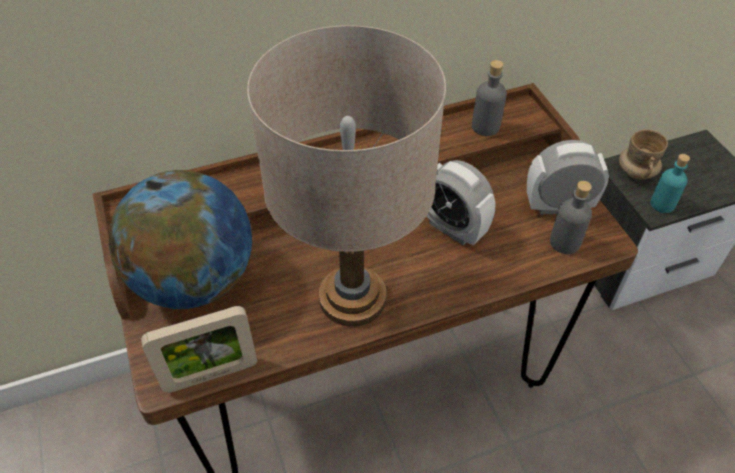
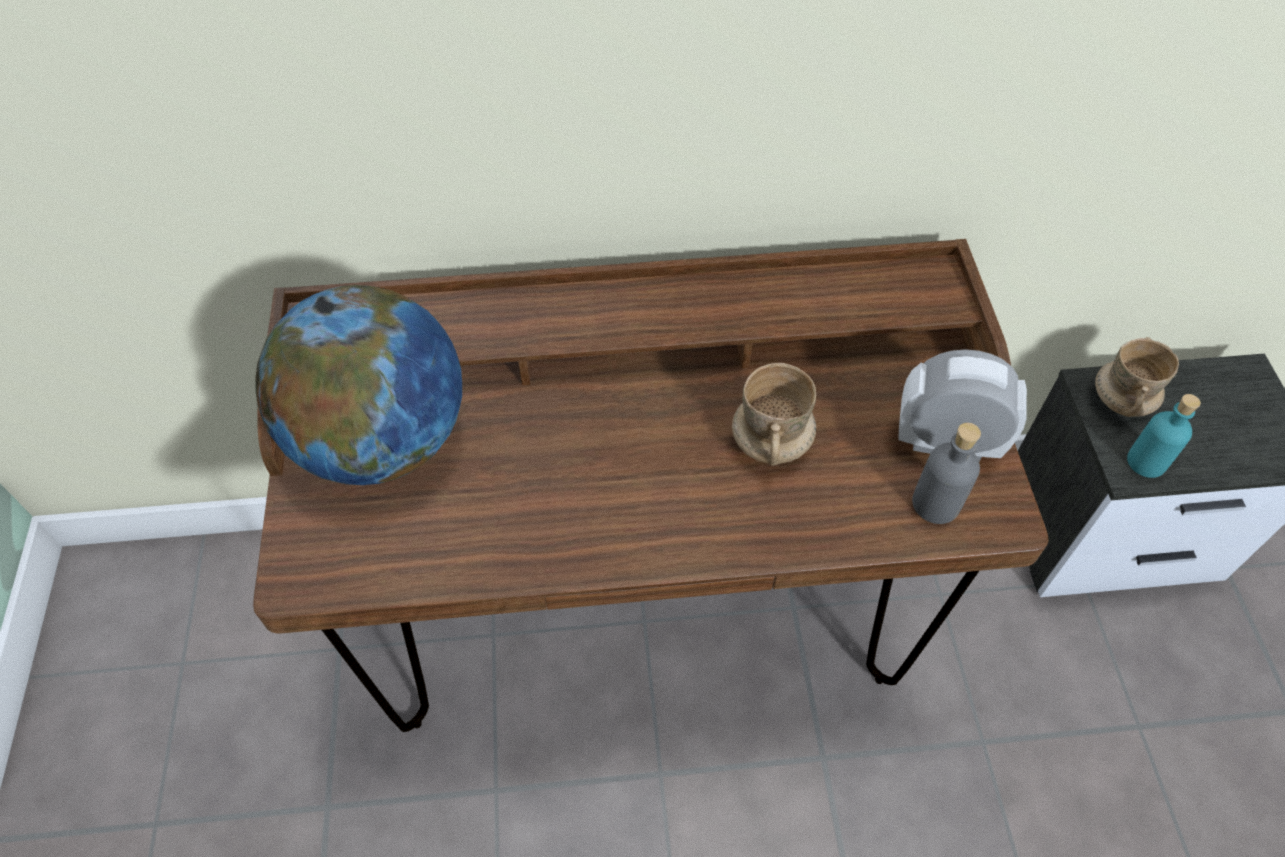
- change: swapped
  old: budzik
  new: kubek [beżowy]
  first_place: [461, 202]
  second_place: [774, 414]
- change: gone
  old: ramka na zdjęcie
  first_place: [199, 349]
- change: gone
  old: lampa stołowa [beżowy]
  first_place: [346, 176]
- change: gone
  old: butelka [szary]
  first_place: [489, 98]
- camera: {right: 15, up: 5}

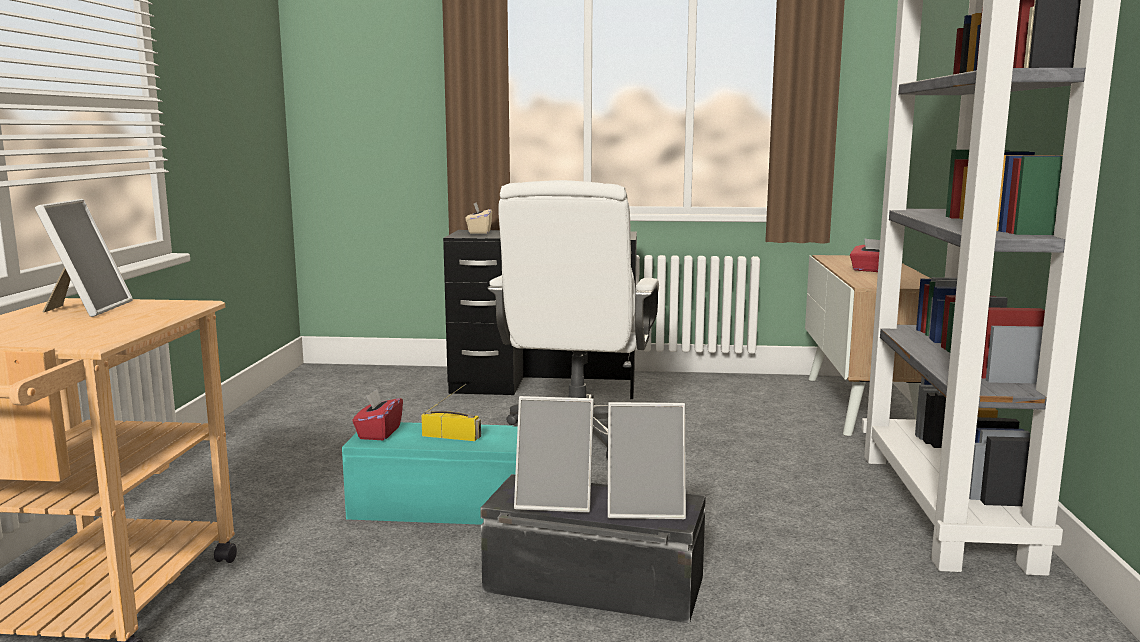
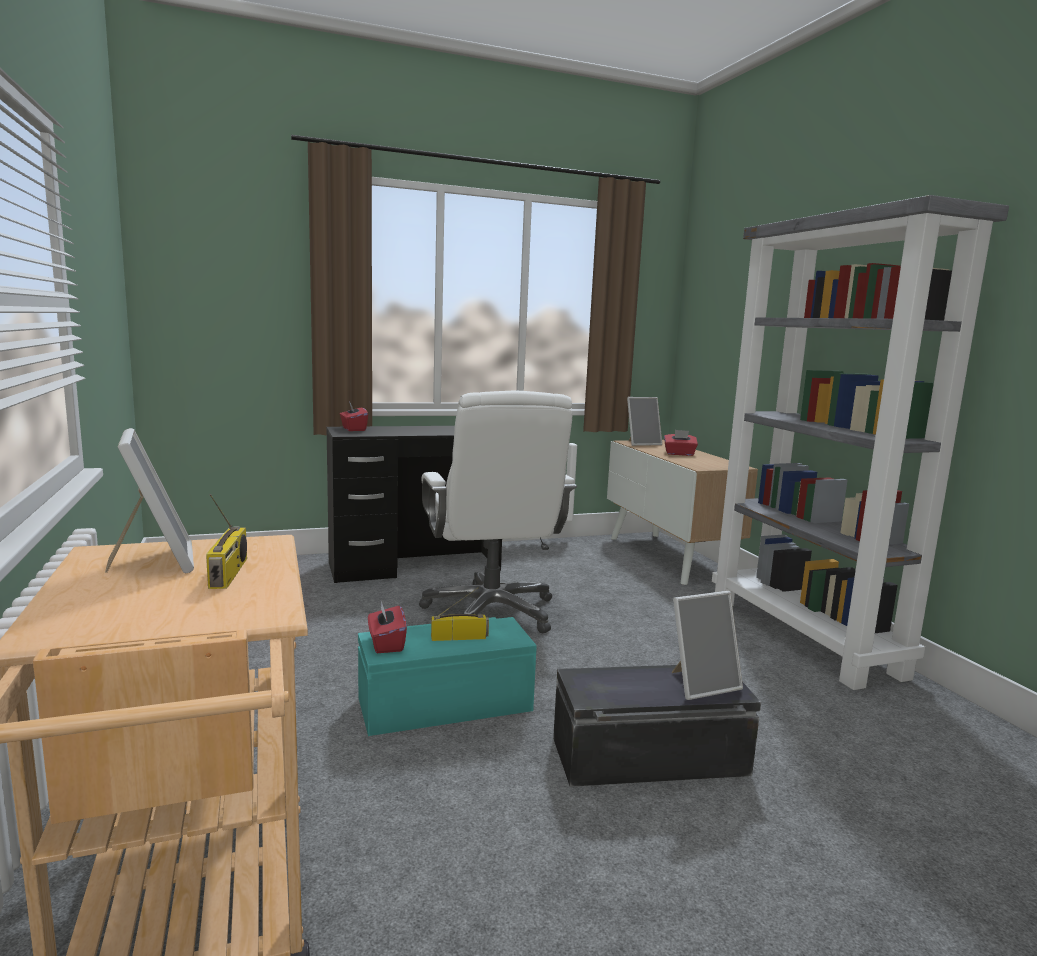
- change: new
  new: radio
  second_place: [226, 541]
- change: repainted
  old: pudełko chusteczek [beżowy]
  new: pudełko chusteczek [czerwony]
  first_place: [479, 218]
  second_place: [354, 416]
- change: shifted
  old: ramka na zdjęcie
  first_place: [554, 454]
  second_place: [644, 421]
- camera: {right: -25, up: 0}

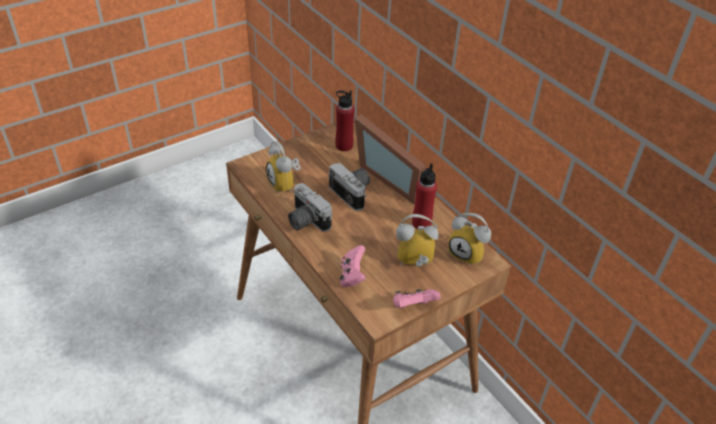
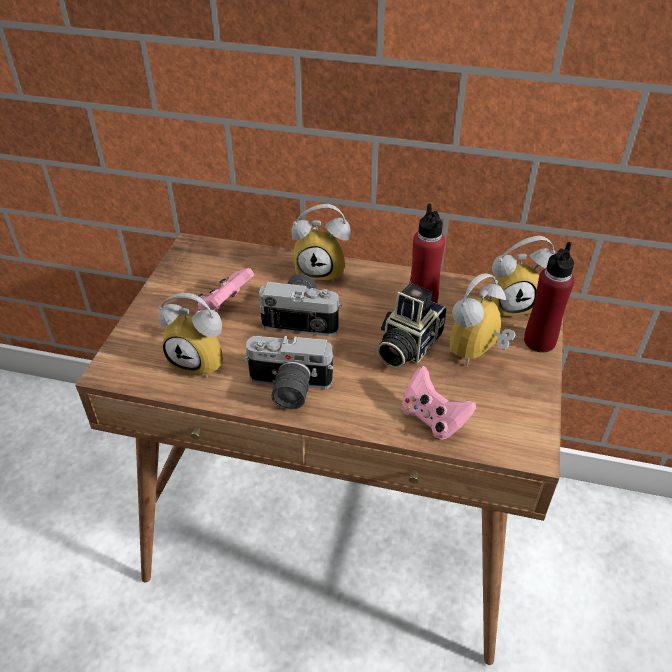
- change: shifted
  old: pad do gier [różowy]
  first_place: [417, 298]
  second_place: [226, 290]
- change: swapped
  old: ramka na zdjęcie
  new: budzik
  first_place: [390, 159]
  second_place: [321, 243]
- change: new
  new: aparat fotograficzny
  second_place: [411, 326]
- change: shifted
  old: butelka [czerwony]
  first_place: [345, 120]
  second_place: [549, 297]
- camera: {right: -40, up: 0}

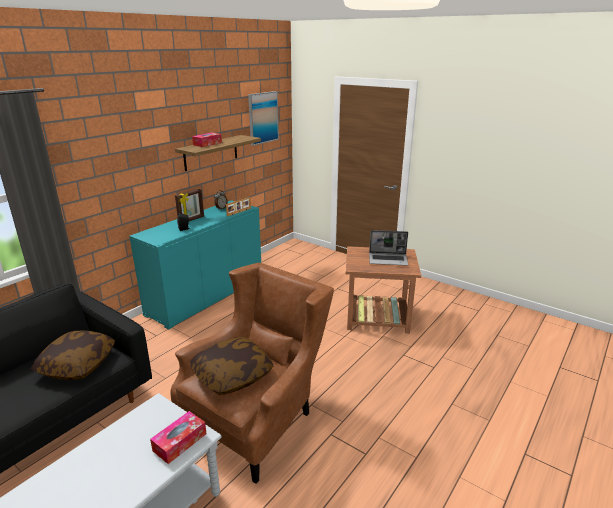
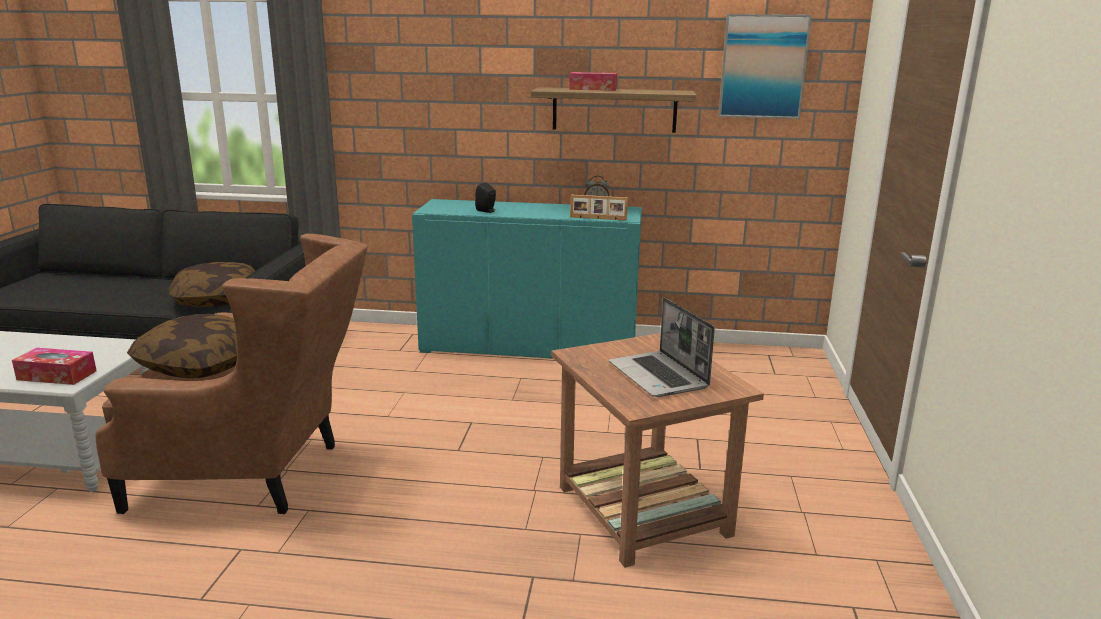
- change: gone
  old: ramka na zdjęcie
  first_place: [189, 205]
- camera: {right: 60, up: -5}

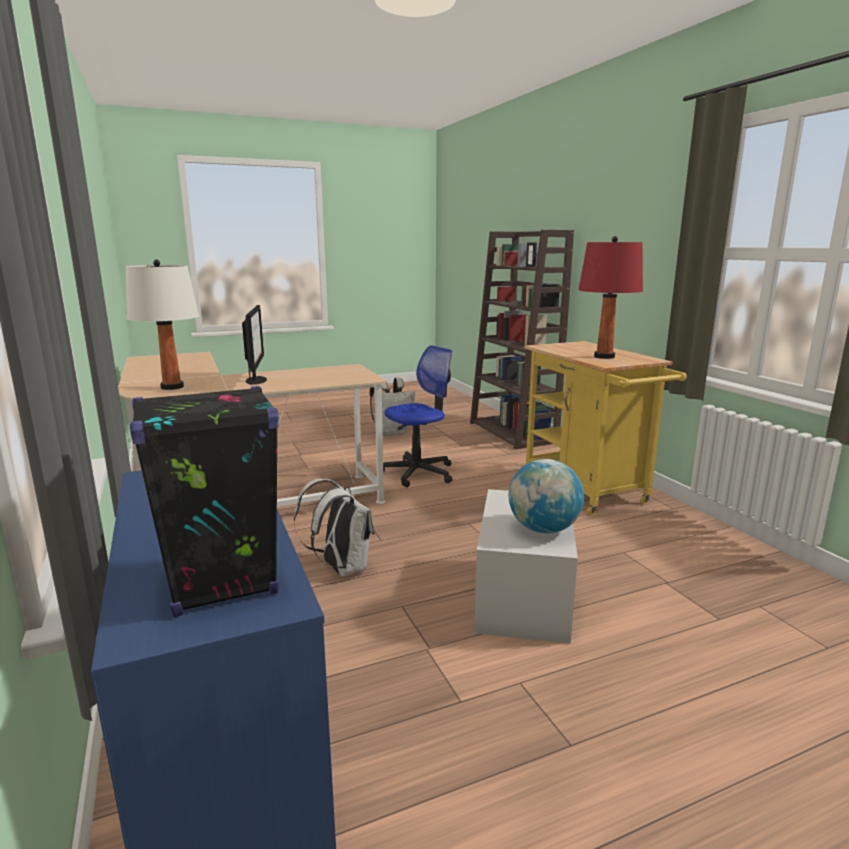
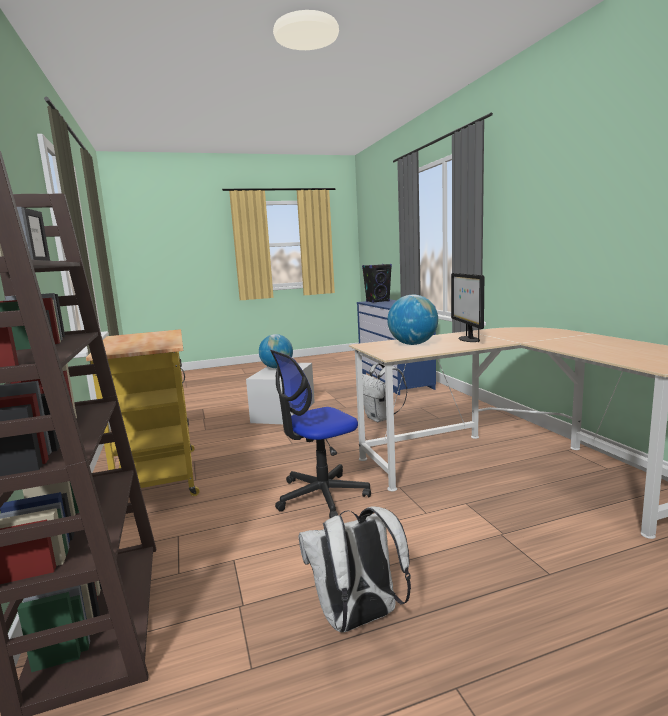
- change: new
  new: globus
  second_place: [412, 320]
- change: gone
  old: lampa stołowa [biały]
  first_place: [162, 324]
- change: gone
  old: lampa stołowa [czerwony]
  first_place: [611, 297]
- camera: {right: -175, up: -5}

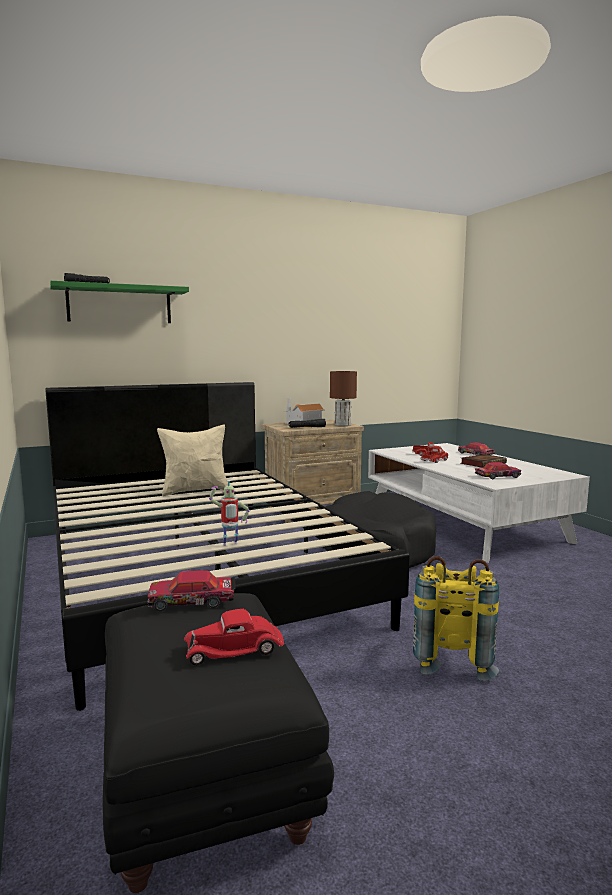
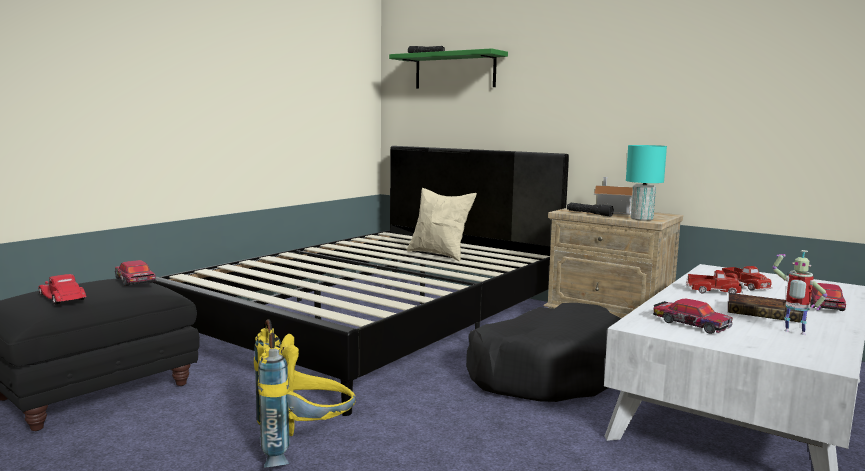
- change: repainted
  old: lampa stołowa [brązowy]
  new: lampa stołowa [turkusowy]
  first_place: [343, 398]
  second_place: [646, 183]
- change: shifted
  old: robot zabawkowy
  first_place: [229, 513]
  second_place: [799, 292]
- camera: {right: 60, up: 0}

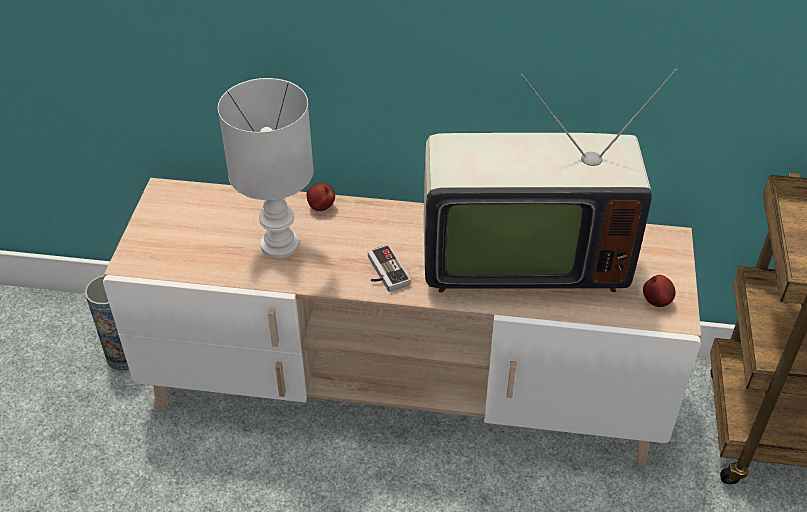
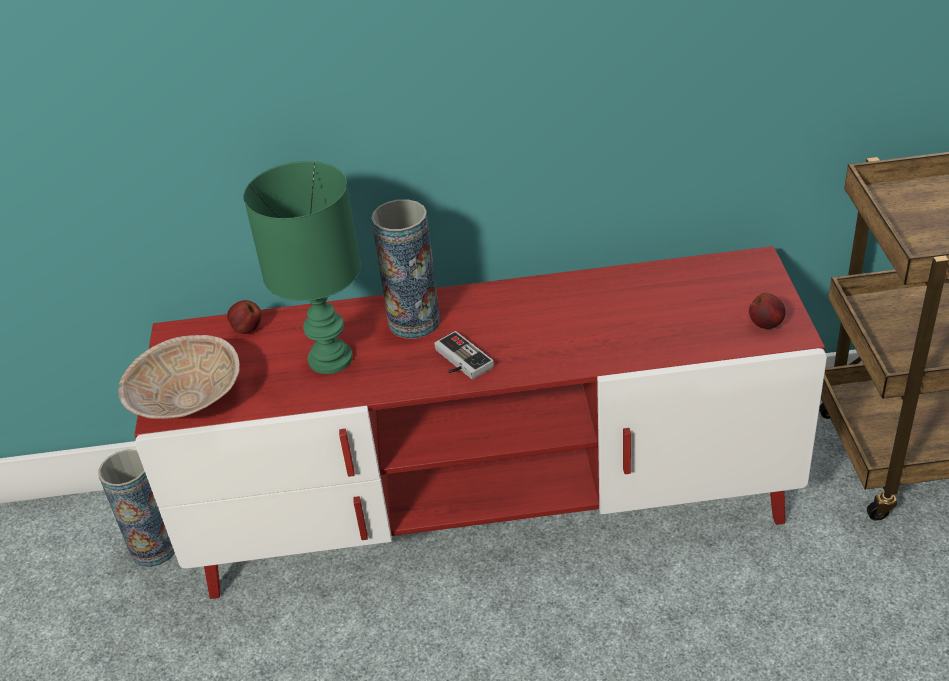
- change: new
  new: miska [beżowy]
  second_place: [179, 377]
- change: repainted
  old: szafka pod telewizor [beżowy]
  new: szafka pod telewizor [czerwony]
  first_place: [402, 322]
  second_place: [481, 422]
- change: shifted
  old: jabłko
  first_place: [321, 197]
  second_place: [244, 317]
- change: repainted
  old: lampa stołowa [biały]
  new: lampa stołowa [zielony]
  first_place: [266, 168]
  second_place: [302, 267]
- change: new
  new: wazon
  second_place: [405, 269]
- change: gone
  old: telewizor
  first_place: [550, 181]
- camera: {right: -10, up: -5}

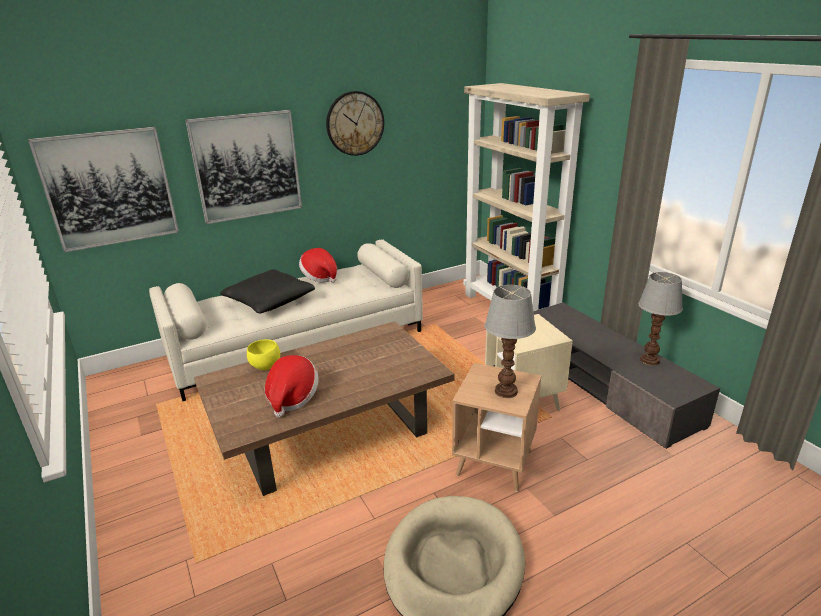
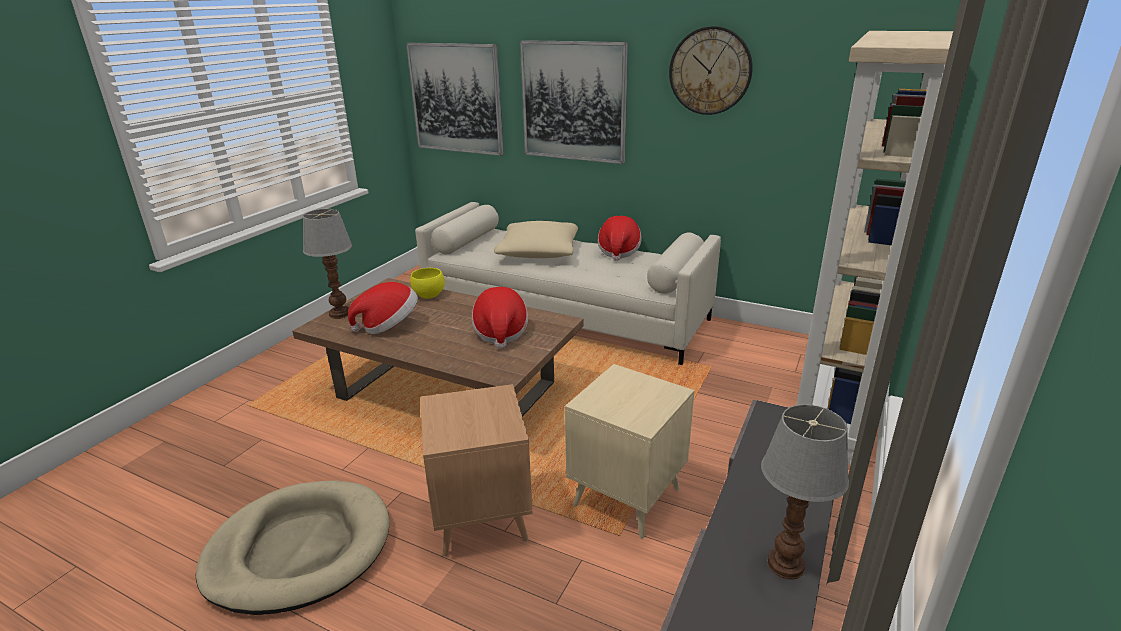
- change: shifted
  old: lampa stołowa
  first_place: [510, 341]
  second_place: [327, 264]
- change: new
  new: kapelusz
  second_place: [500, 318]
- change: repainted
  old: poduszka [czarny]
  new: poduszka [beżowy]
  first_place: [267, 291]
  second_place: [536, 239]
- camera: {right: 55, up: 0}

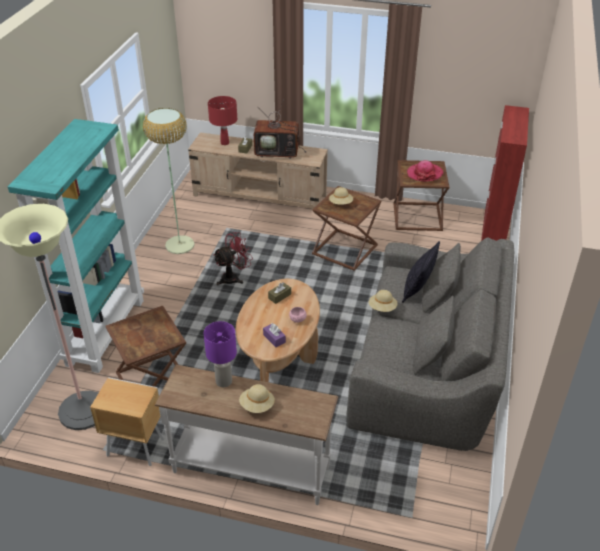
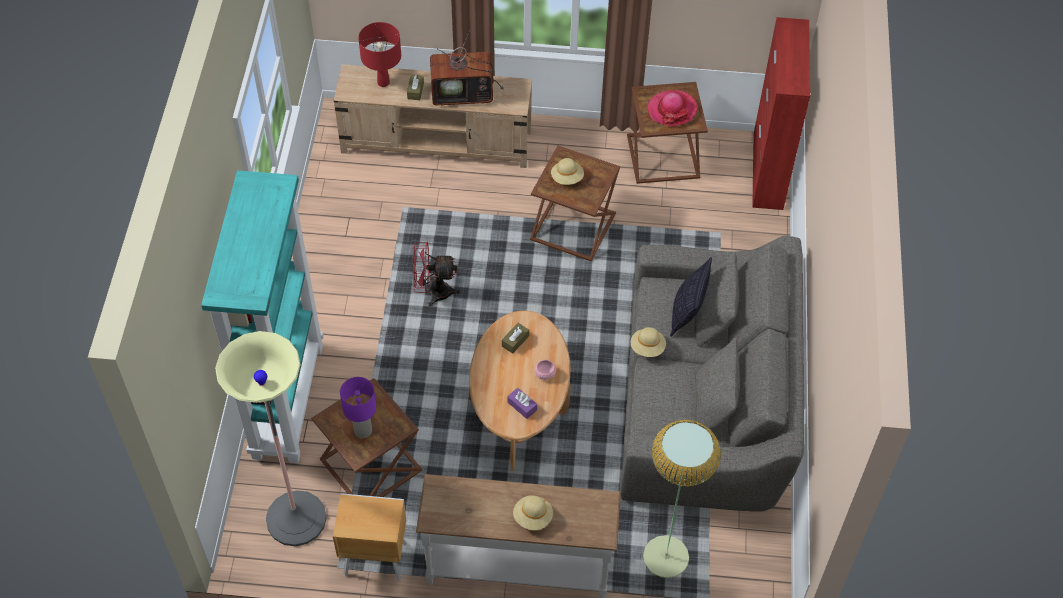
- change: shifted
  old: lampa stołowa [fioletowy]
  first_place: [220, 354]
  second_place: [358, 407]
- change: rotated
  old: wentylator [czerwony]
  first_place: [233, 258]
  second_place: [437, 274]
  degrees: -135
- change: shifted
  old: lampa stojąca
  first_place: [168, 181]
  second_place: [682, 499]
- camera: {right: -10, up: 15}

